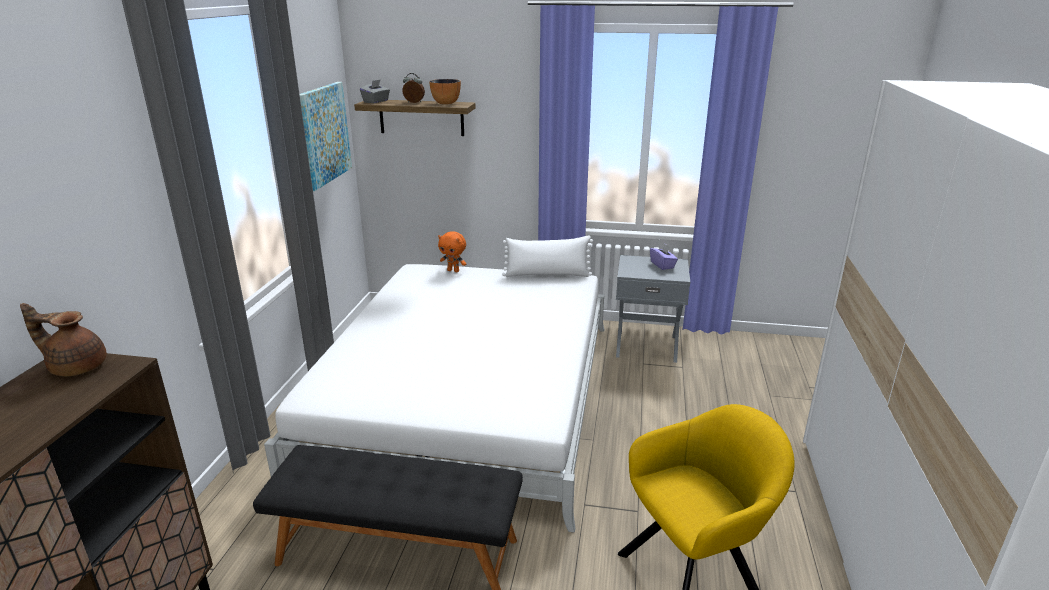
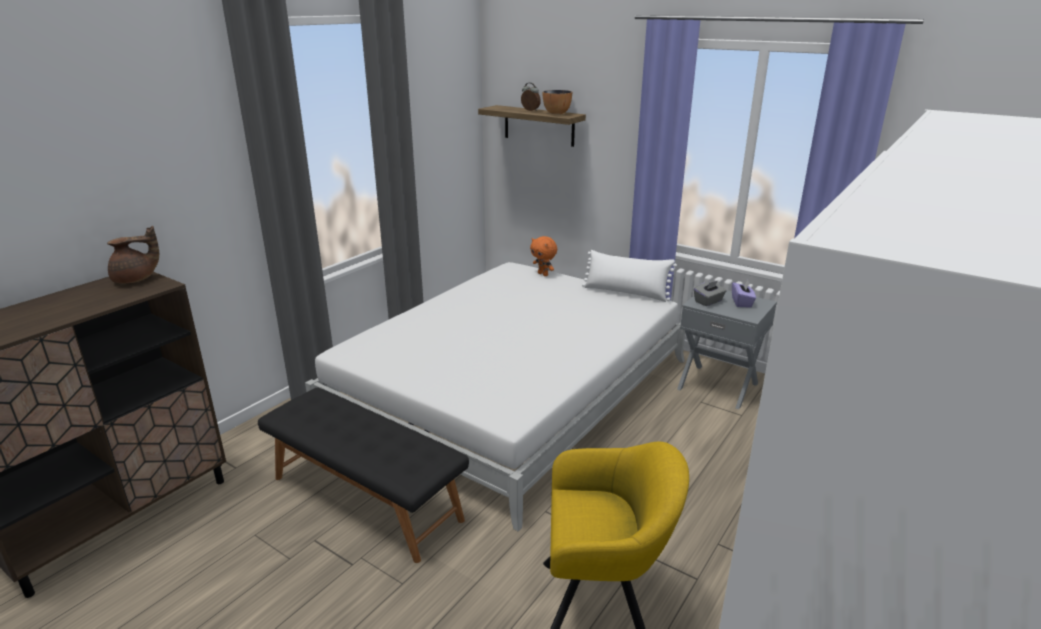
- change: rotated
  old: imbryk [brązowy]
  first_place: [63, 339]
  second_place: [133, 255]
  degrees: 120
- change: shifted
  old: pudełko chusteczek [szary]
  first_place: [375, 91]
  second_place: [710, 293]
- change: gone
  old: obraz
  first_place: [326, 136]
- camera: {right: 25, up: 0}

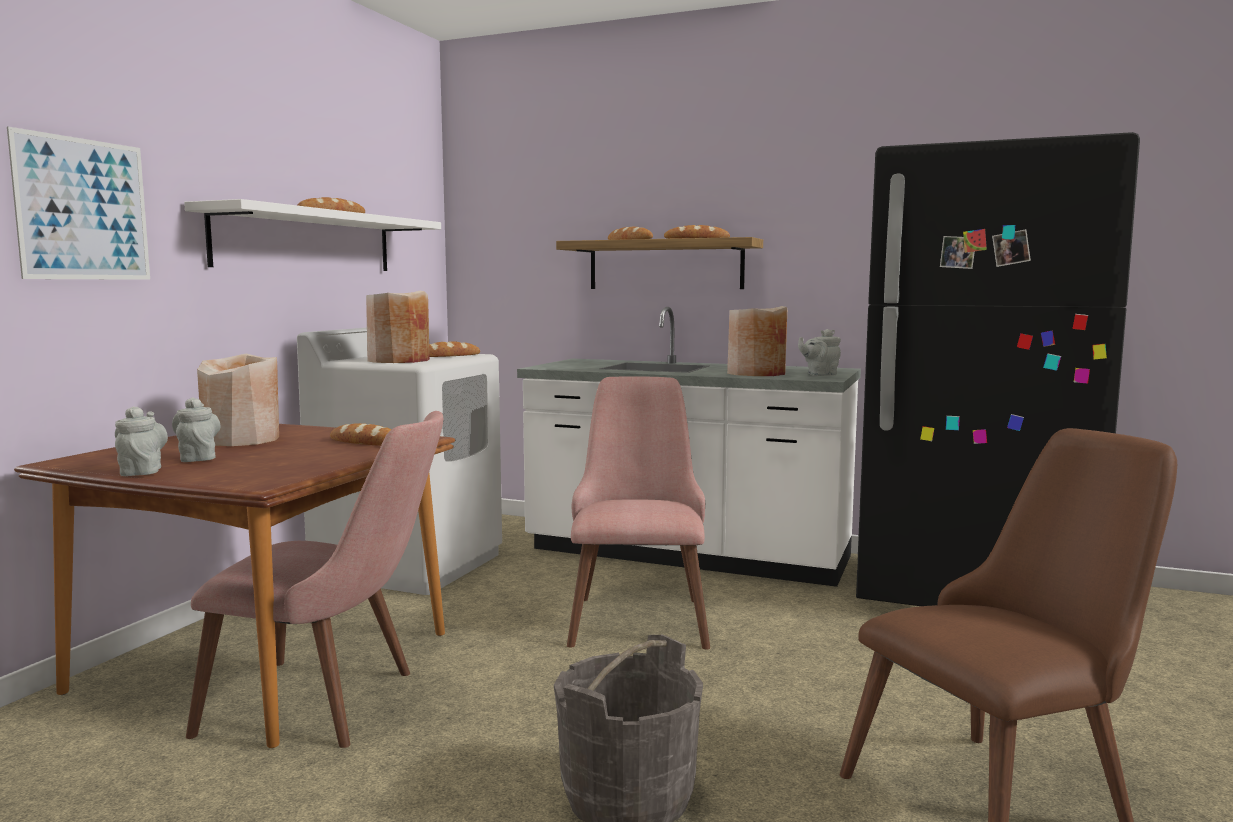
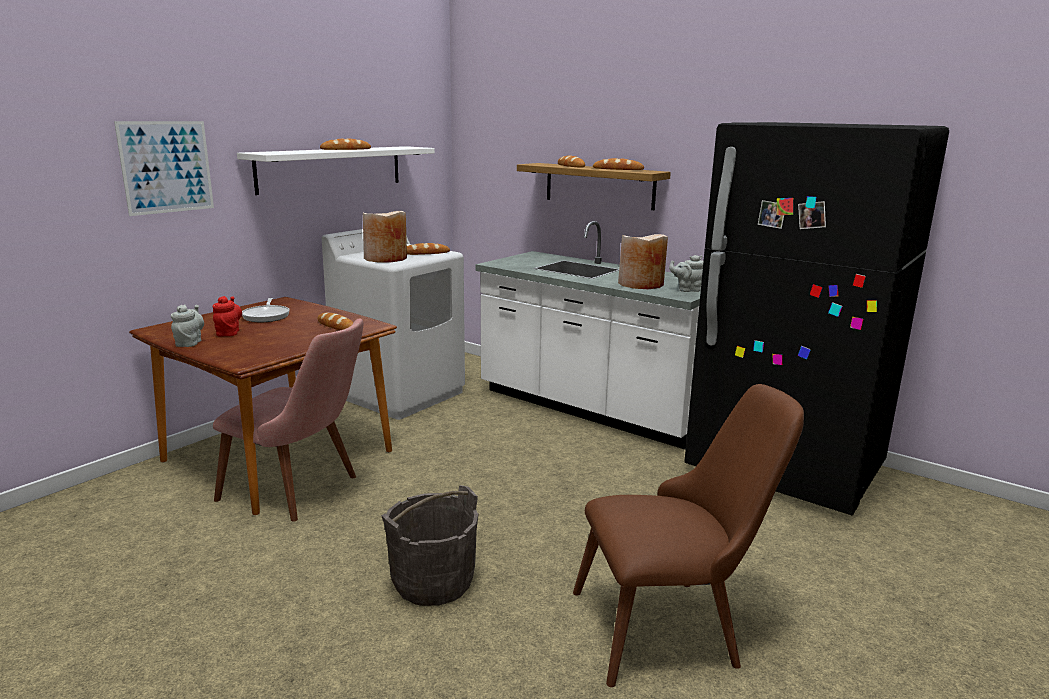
- change: repainted
  old: imbryk [szary]
  new: imbryk [czerwony]
  first_place: [196, 429]
  second_place: [227, 316]
- change: swapped
  old: wazon [beżowy]
  new: patelnia
  first_place: [238, 399]
  second_place: [266, 310]
- change: gone
  old: krzesło [różowy]
  first_place: [638, 512]
- camera: {right: 15, up: 10}

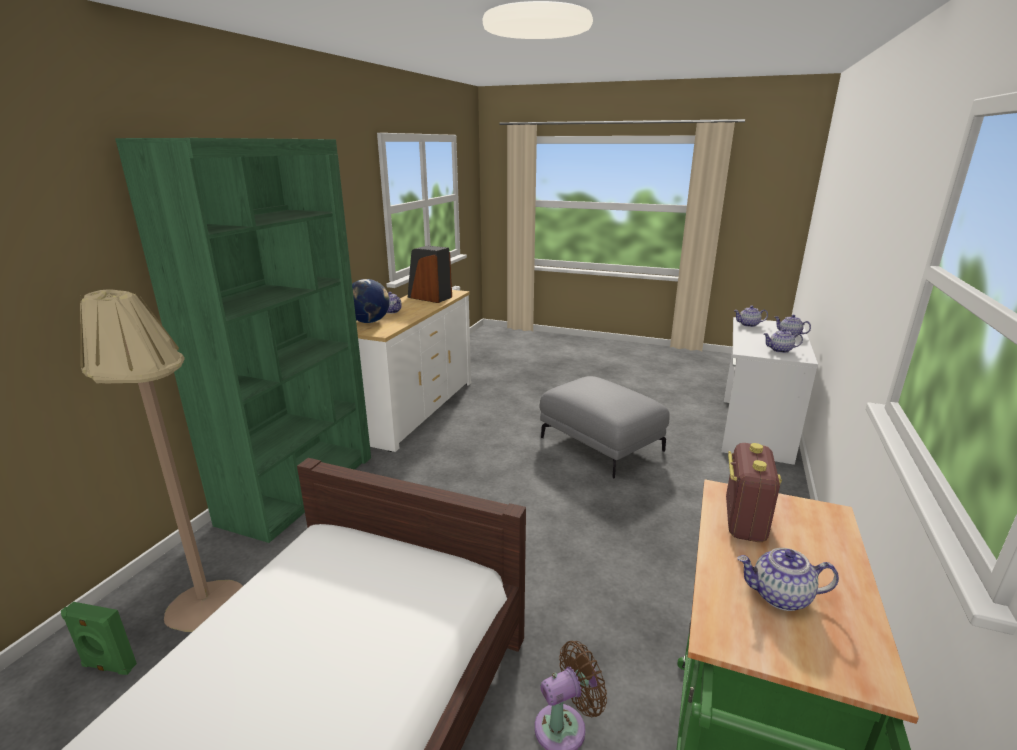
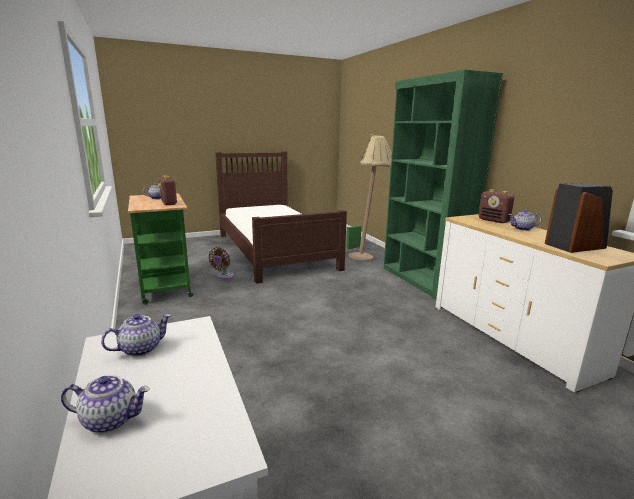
- change: swapped
  old: globus
  new: radio
  first_place: [371, 301]
  second_place: [496, 206]
- change: gone
  old: pufa [szary]
  first_place: [604, 427]
- change: gone
  old: imbryk
  first_place: [751, 316]
- camera: {right: 135, up: -5}

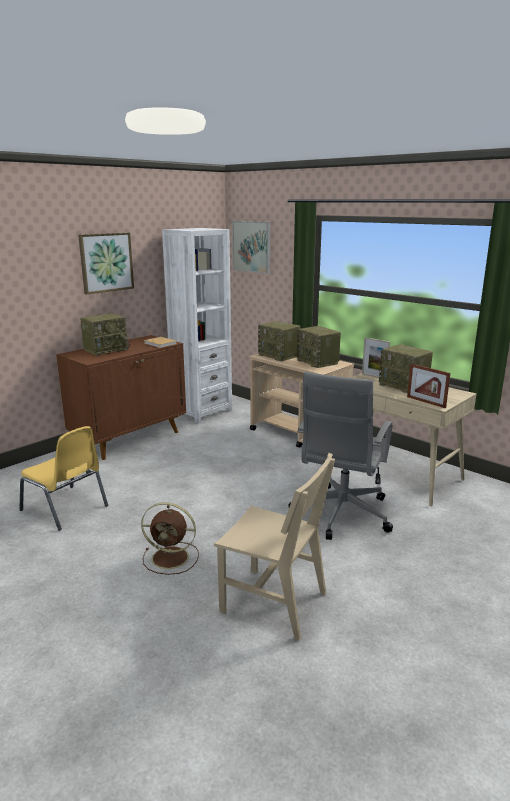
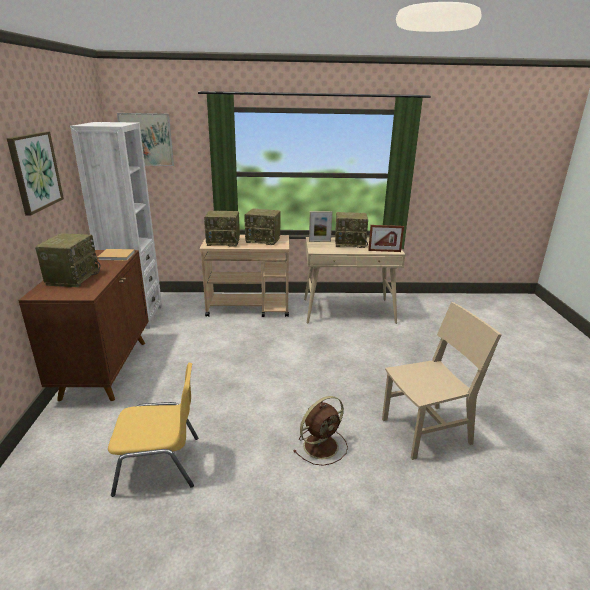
- change: gone
  old: krzesło biurowe [szary]
  first_place: [340, 456]
- camera: {right: -45, up: 5}

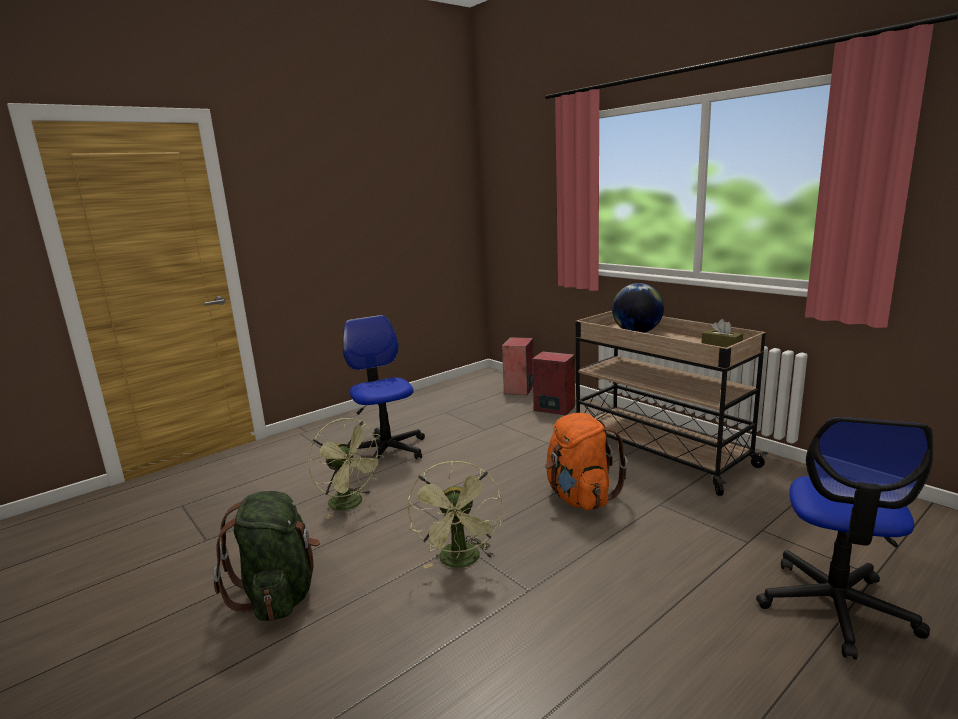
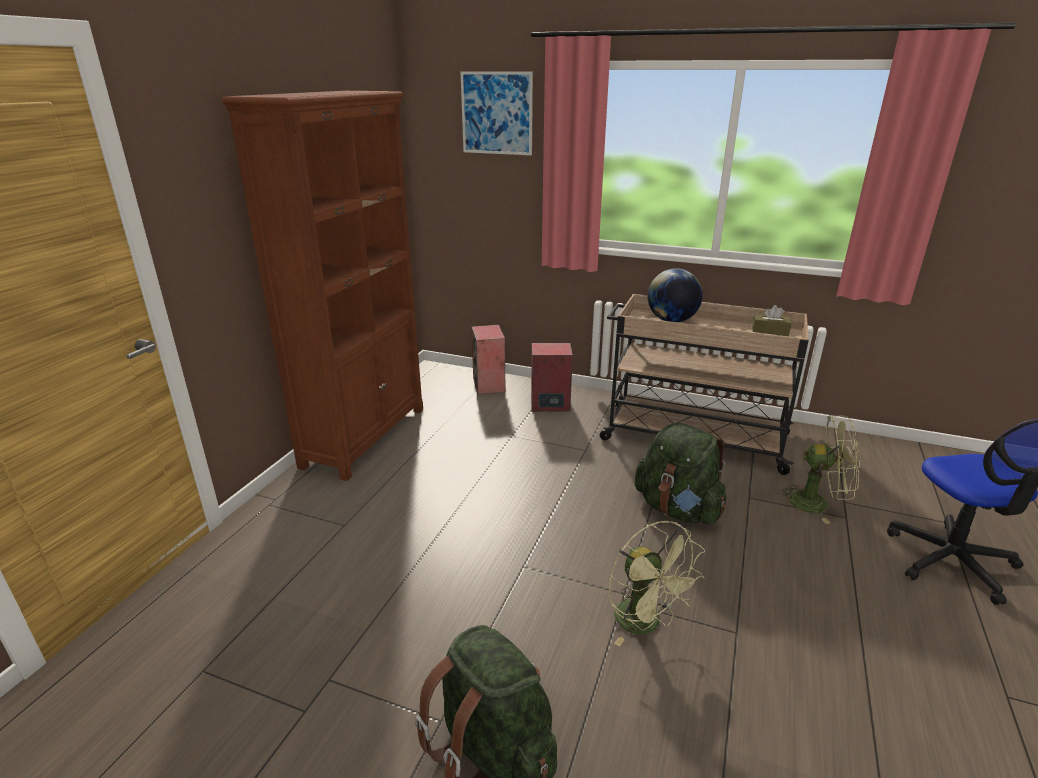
- change: new
  new: regał [brązowy]
  second_place: [322, 286]
- change: new
  new: obraz
  second_place: [496, 113]
- change: repainted
  old: plecak [pomarańczowy]
  new: plecak [zielony]
  first_place: [586, 461]
  second_place: [680, 474]
- change: shifted
  old: wentylator [zielony]
  first_place: [346, 468]
  second_place: [818, 469]
- change: gone
  old: krzesło biurowe
  first_place: [384, 387]
- camera: {right: -30, up: 10}

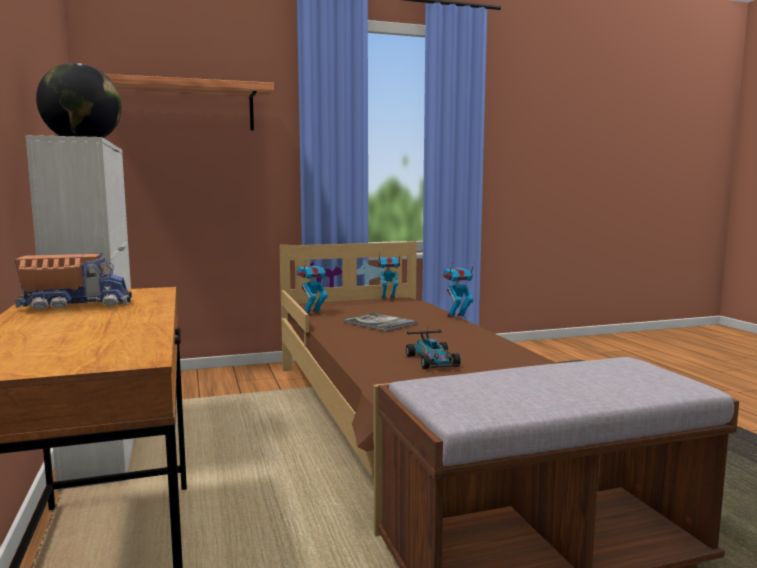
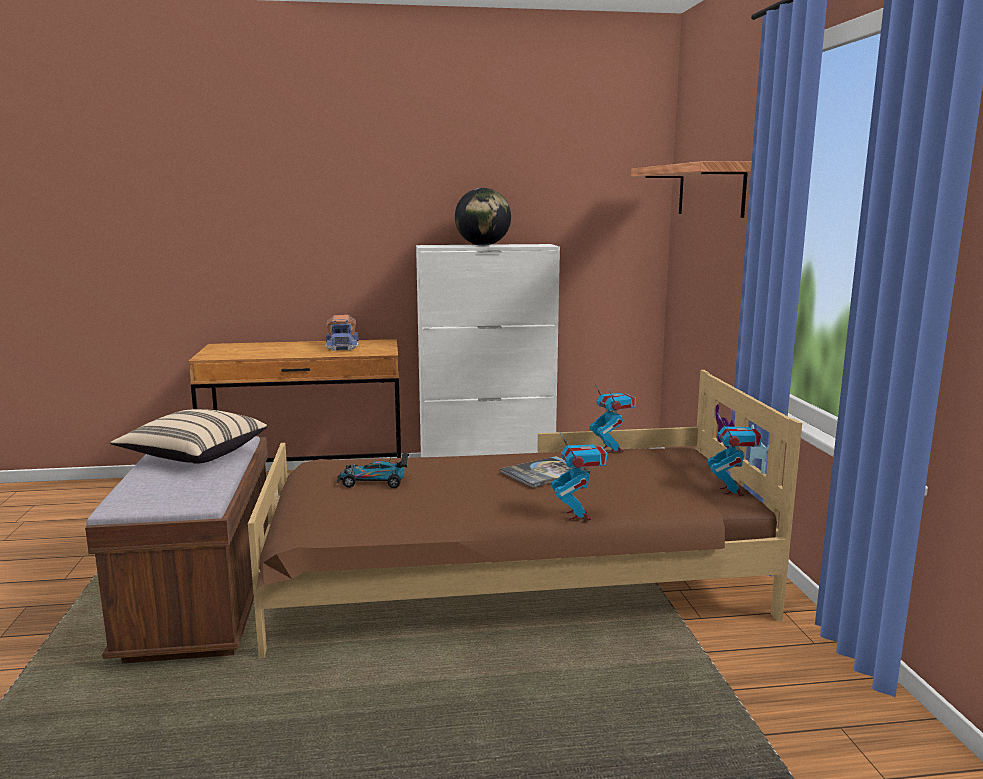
- change: new
  new: poduszka [beżowy]
  second_place: [188, 436]
- camera: {right: 100, up: 5}

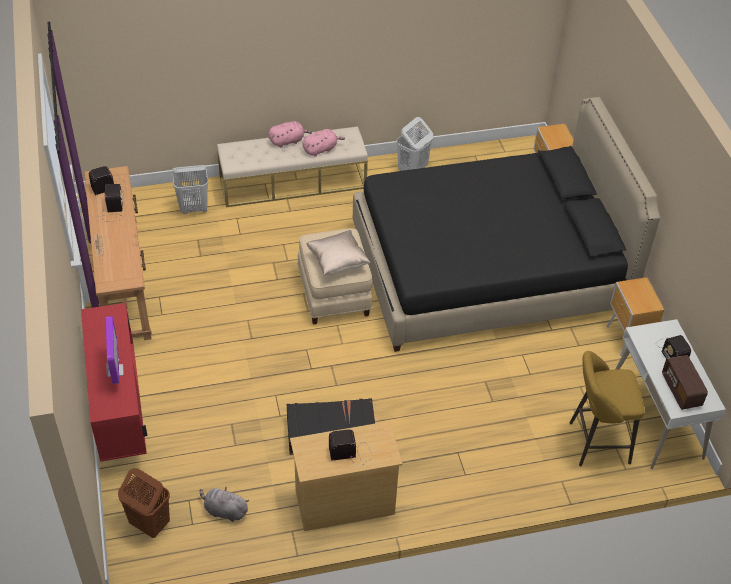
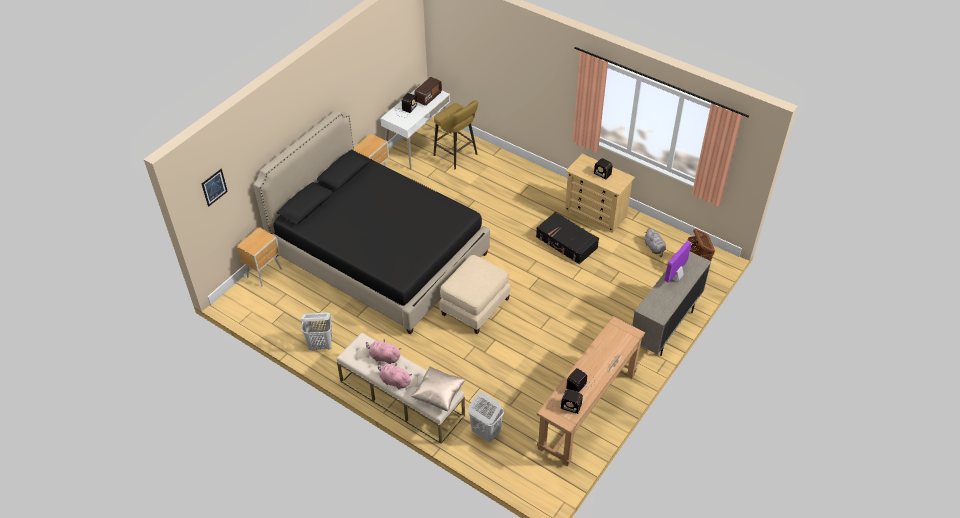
- change: new
  new: obraz
  second_place: [215, 188]
- change: shifted
  old: poduszka [beżowy]
  first_place: [338, 252]
  second_place: [438, 388]
- change: repainted
  old: szafka [czerwony]
  new: szafka [beżowy]
  first_place: [114, 382]
  second_place: [671, 304]
- camera: {right: -130, up: 0}

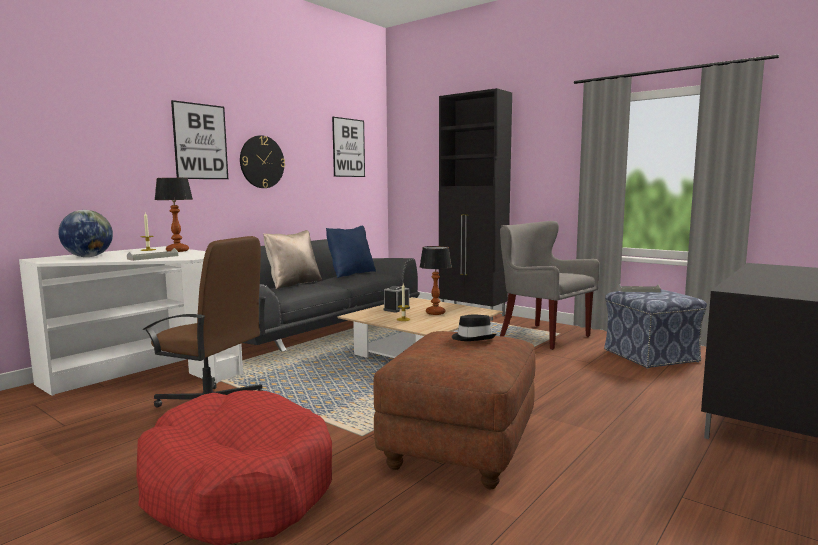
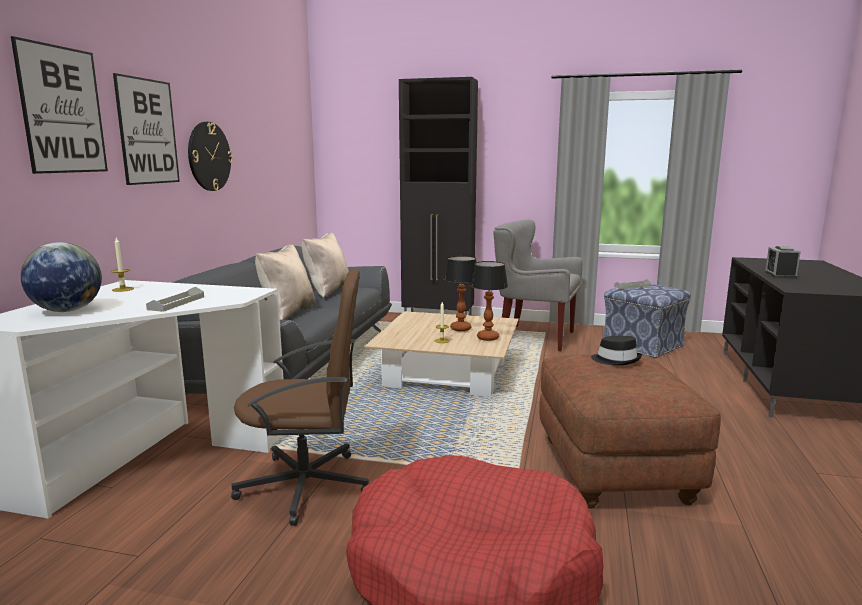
- change: shifted
  old: obraz
  first_place: [348, 147]
  second_place: [59, 105]
- change: repainted
  old: poduszka [niebieski]
  new: poduszka [beżowy]
  first_place: [351, 252]
  second_place: [325, 265]
- change: shifted
  old: lampa stołowa
  first_place: [174, 215]
  second_place: [489, 301]
- change: shifted
  old: budzik
  first_place: [396, 299]
  second_place: [783, 262]
- camera: {right: -25, up: 5}

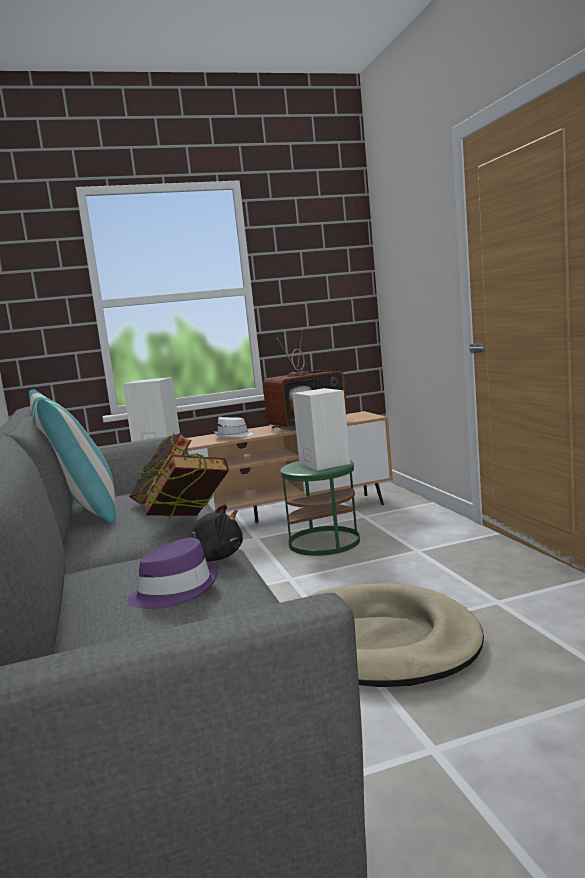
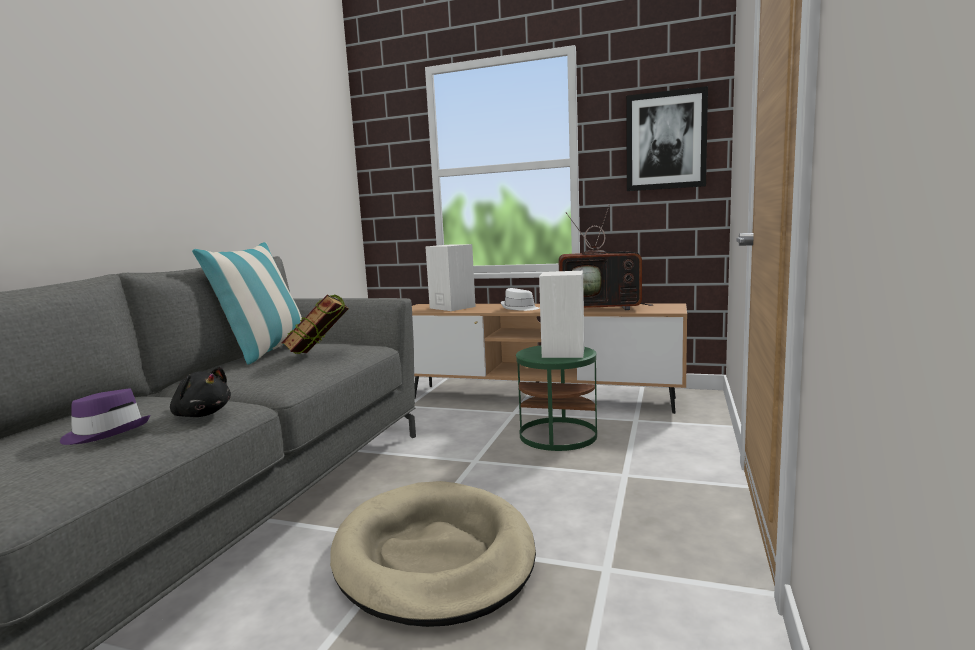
- change: new
  new: obraz
  second_place: [667, 138]
- change: gone
  old: książka
  first_place: [186, 485]
- camera: {right: 35, up: 0}

